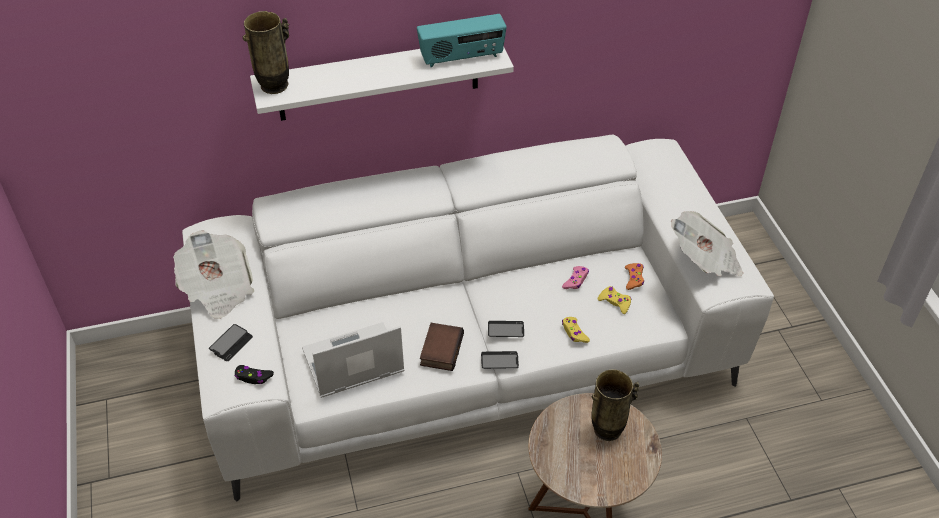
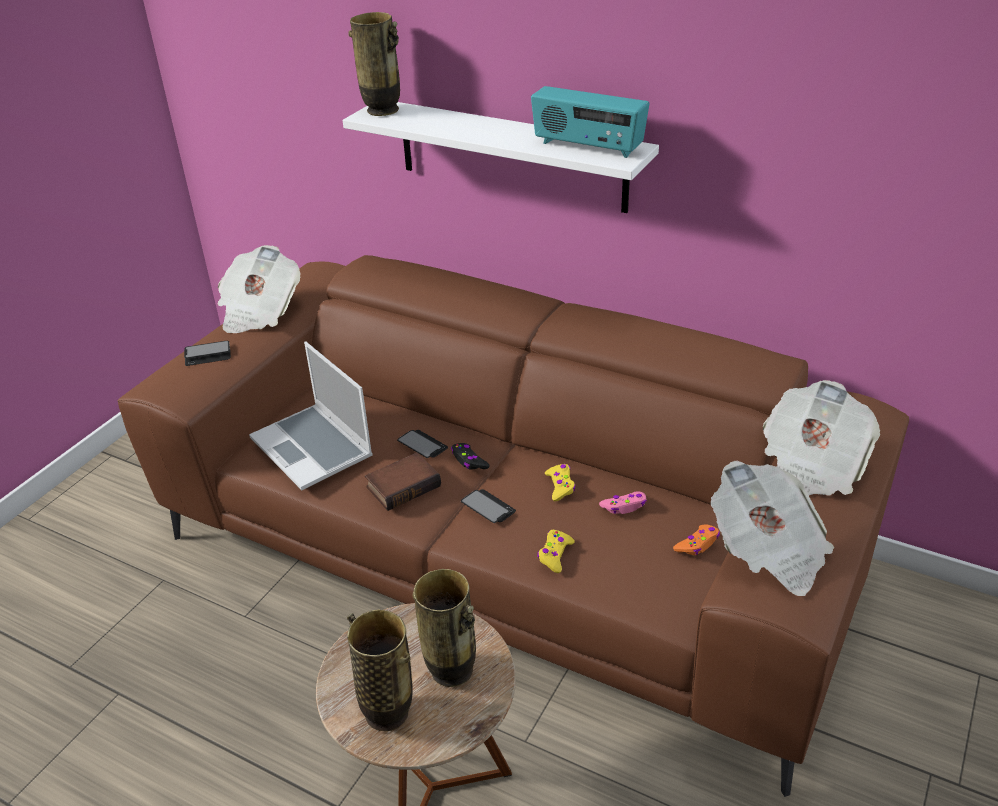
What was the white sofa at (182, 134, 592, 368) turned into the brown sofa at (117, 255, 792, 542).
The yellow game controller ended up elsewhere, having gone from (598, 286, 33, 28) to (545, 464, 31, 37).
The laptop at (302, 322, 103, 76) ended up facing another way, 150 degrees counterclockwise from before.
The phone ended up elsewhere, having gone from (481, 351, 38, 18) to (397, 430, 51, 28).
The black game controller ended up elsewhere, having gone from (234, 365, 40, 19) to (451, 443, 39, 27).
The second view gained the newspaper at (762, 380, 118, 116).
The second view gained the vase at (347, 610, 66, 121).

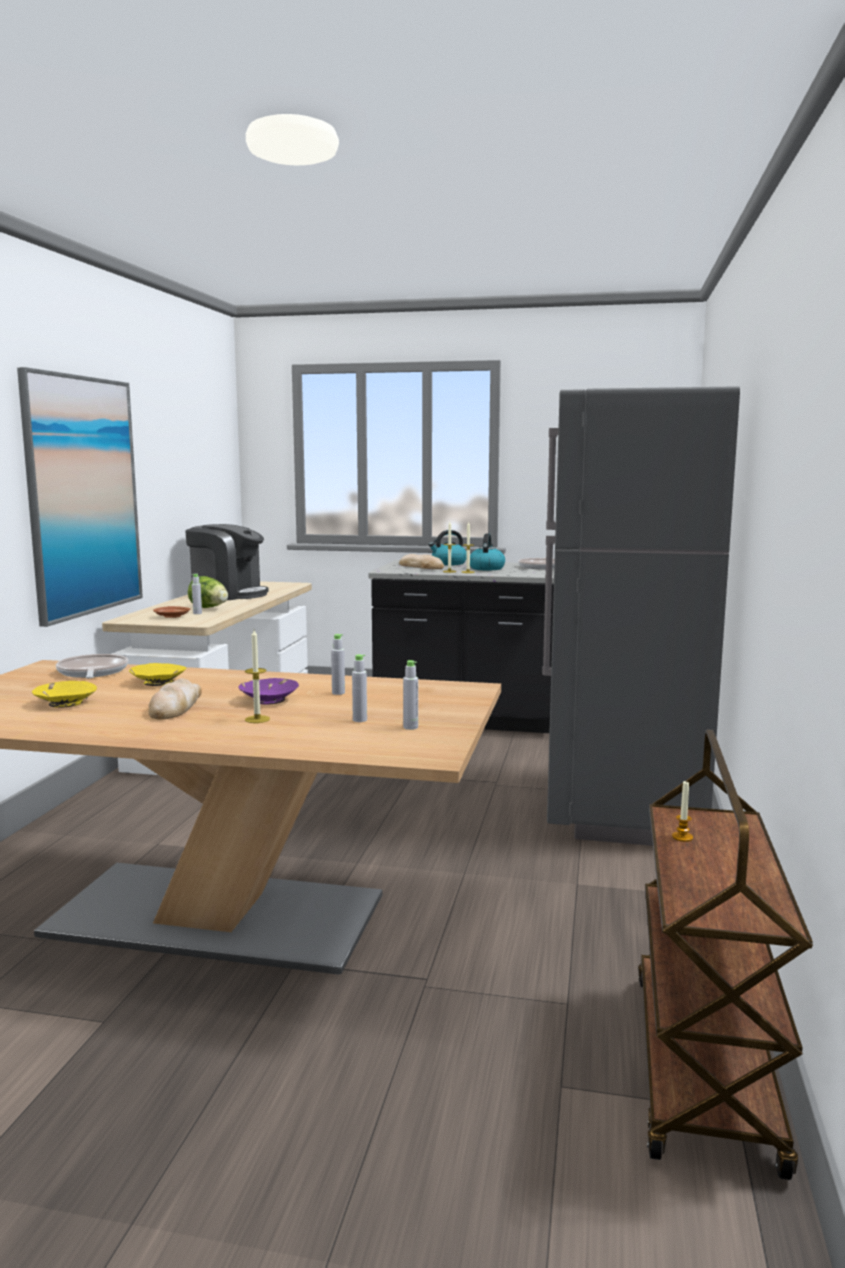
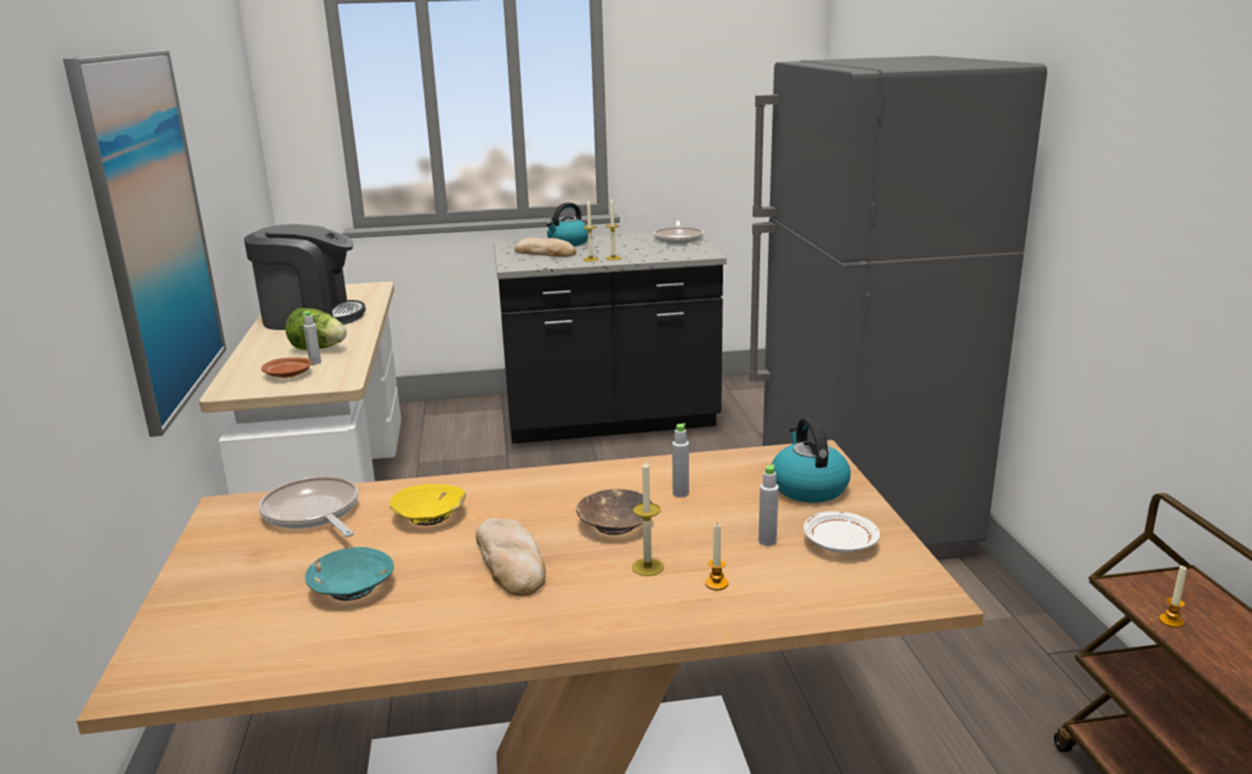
The kettle ended up elsewhere, having gone from (470, 533, 35, 37) to (772, 417, 79, 86).
Where the grey bottle stood at (403, 660, 15, 70), the white plate came to stand at (804, 511, 76, 42).
What was the purple bowl at (238, 678, 61, 26) turned into the brown bowl at (576, 489, 76, 46).
What was the yellow bowl at (32, 681, 65, 27) turned into the turquoise bowl at (305, 547, 89, 54).
The second view gained the candle at (705, 524, 23, 66).

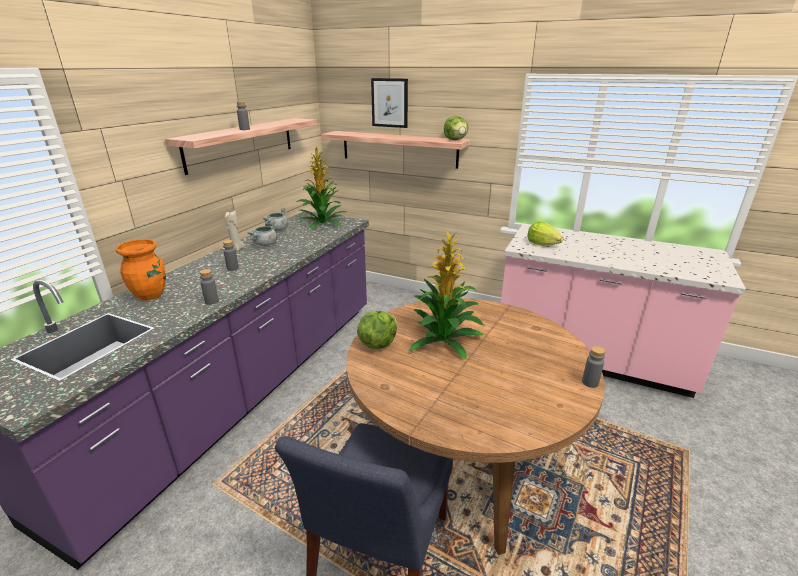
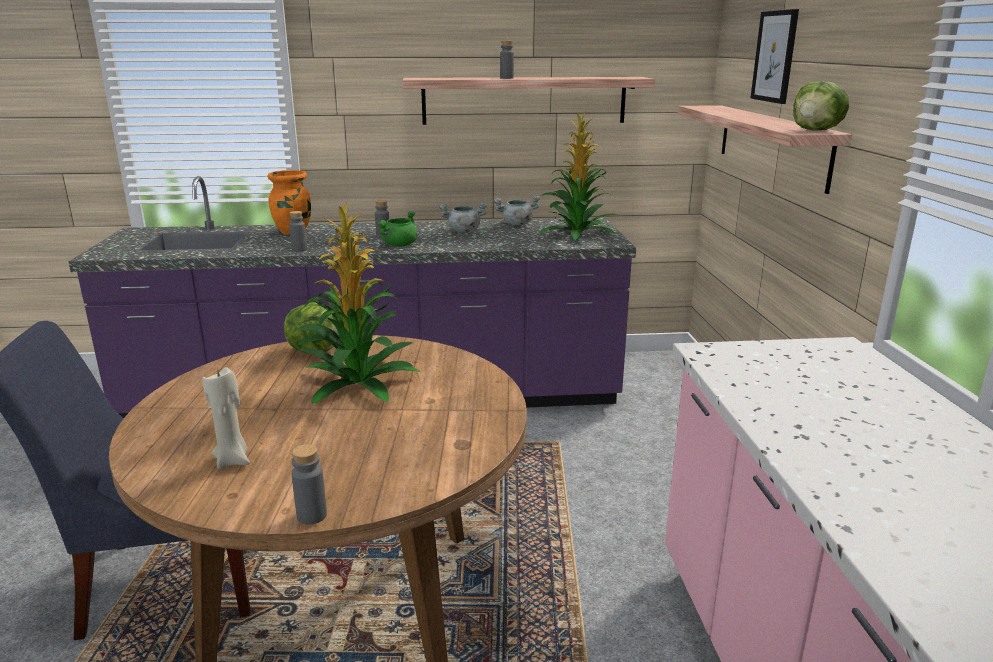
The beige candle ended up elsewhere, having gone from (225, 210, 21, 41) to (202, 367, 48, 102).
The second view lost the lettuce at (527, 221, 37, 25).
The second view gained the green cooking pot at (377, 211, 40, 36).

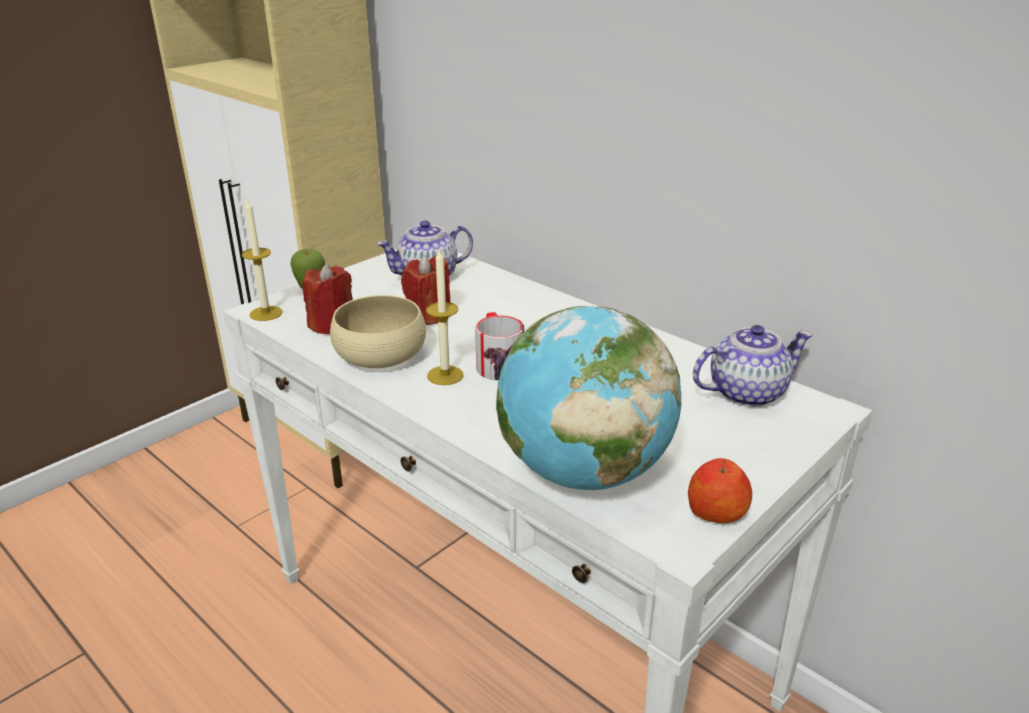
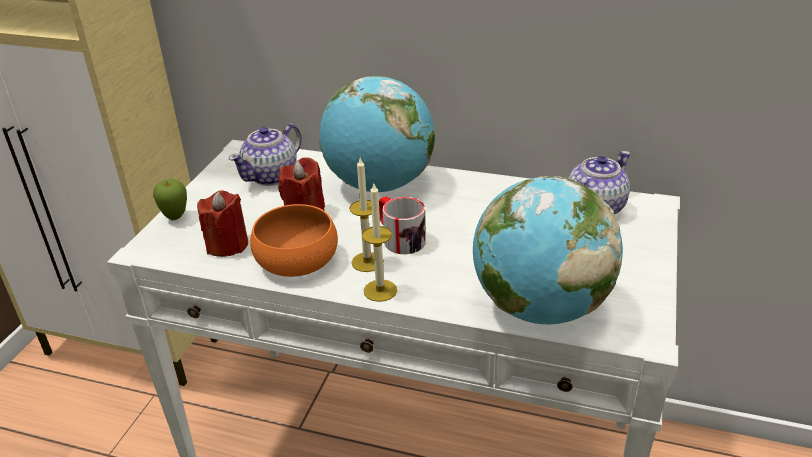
The candle ended up elsewhere, having gone from (242, 199, 41, 122) to (362, 184, 35, 118).
What was the beige bowl at (330, 295, 96, 73) turned into the orange bowl at (250, 204, 88, 73).
The second view lost the apple at (688, 458, 64, 65).
The second view gained the globe at (319, 76, 116, 116).

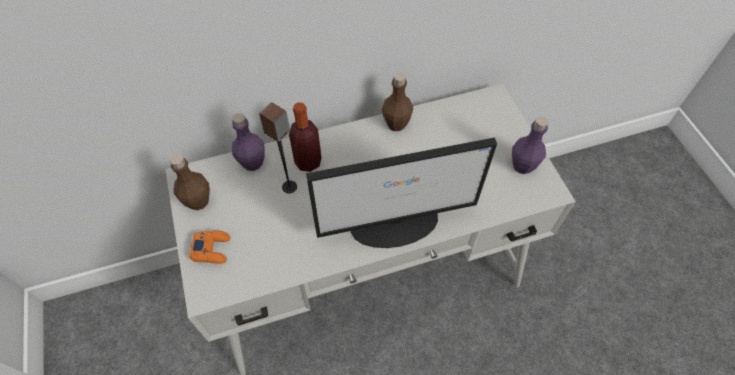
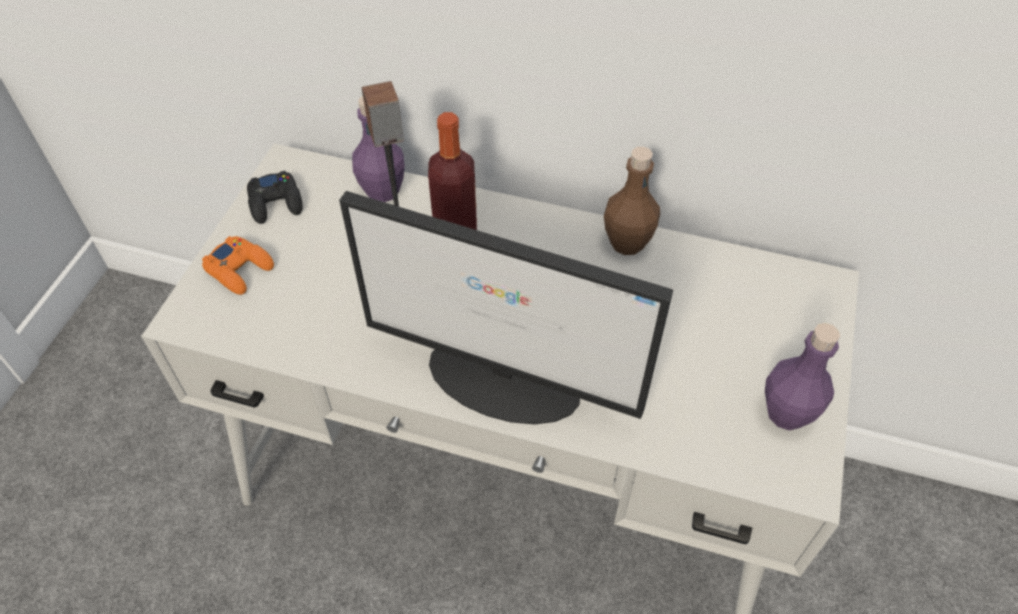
Where the brown bottle stood at (170, 154, 40, 56), the black game controller came to stand at (247, 171, 56, 53).

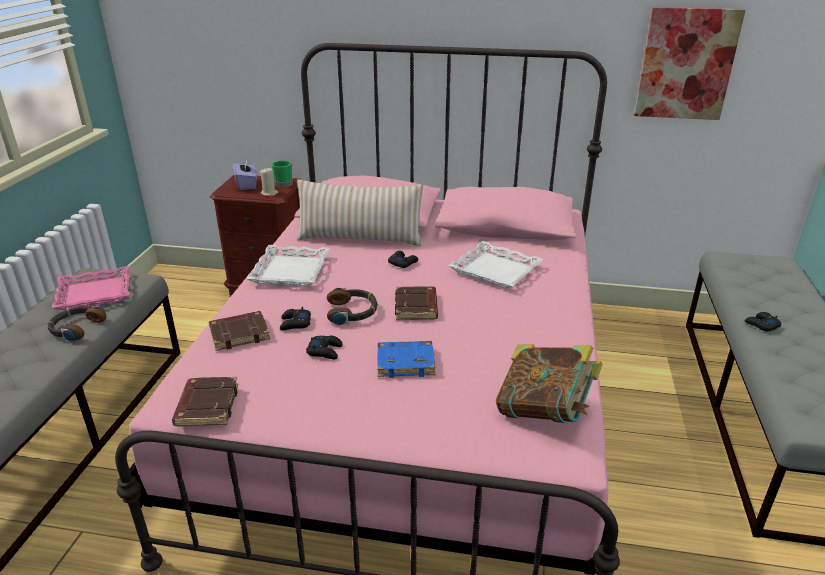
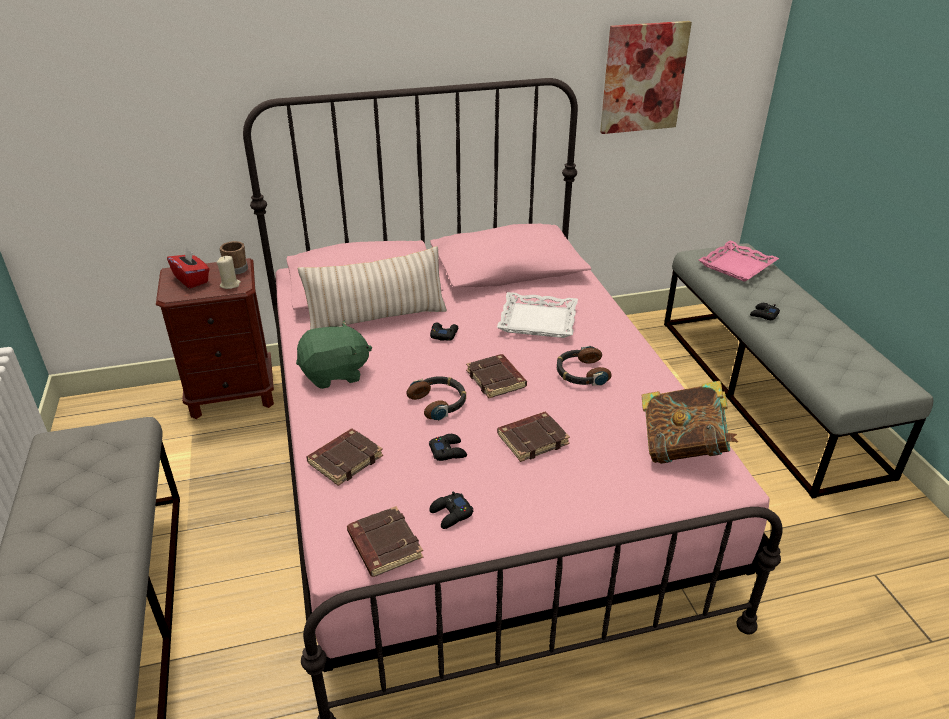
What was the purple tissue box at (233, 160, 24, 30) turned into the red tissue box at (167, 247, 42, 41).
What was the green mug at (271, 160, 22, 28) turned into the brown mug at (220, 241, 28, 34).
Where the white tray stood at (246, 245, 84, 41), the green plush toy came to stand at (296, 320, 76, 69).
The pink tray ended up elsewhere, having gone from (52, 266, 78, 45) to (699, 240, 80, 42).
The headphones ended up elsewhere, having gone from (48, 306, 59, 36) to (557, 346, 55, 40).
The black game controller ended up elsewhere, having gone from (280, 307, 31, 23) to (429, 492, 44, 37).
What was the blue book at (377, 341, 59, 37) turned into the brown book at (497, 412, 73, 50).

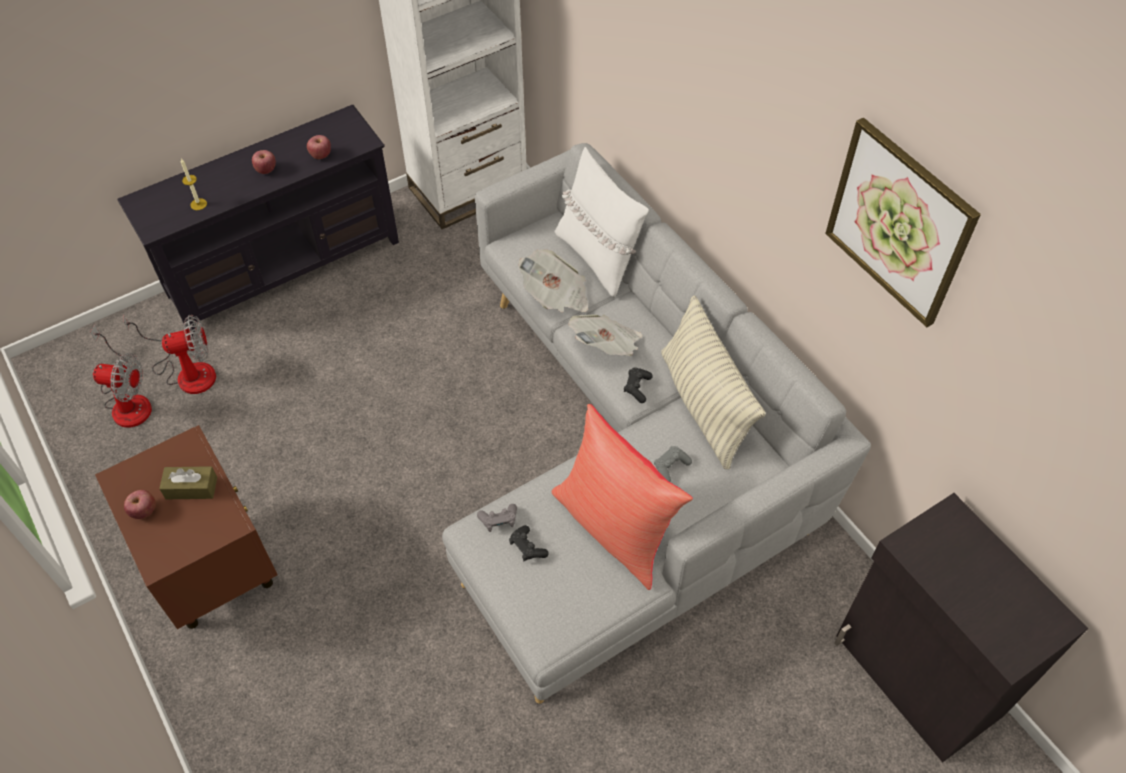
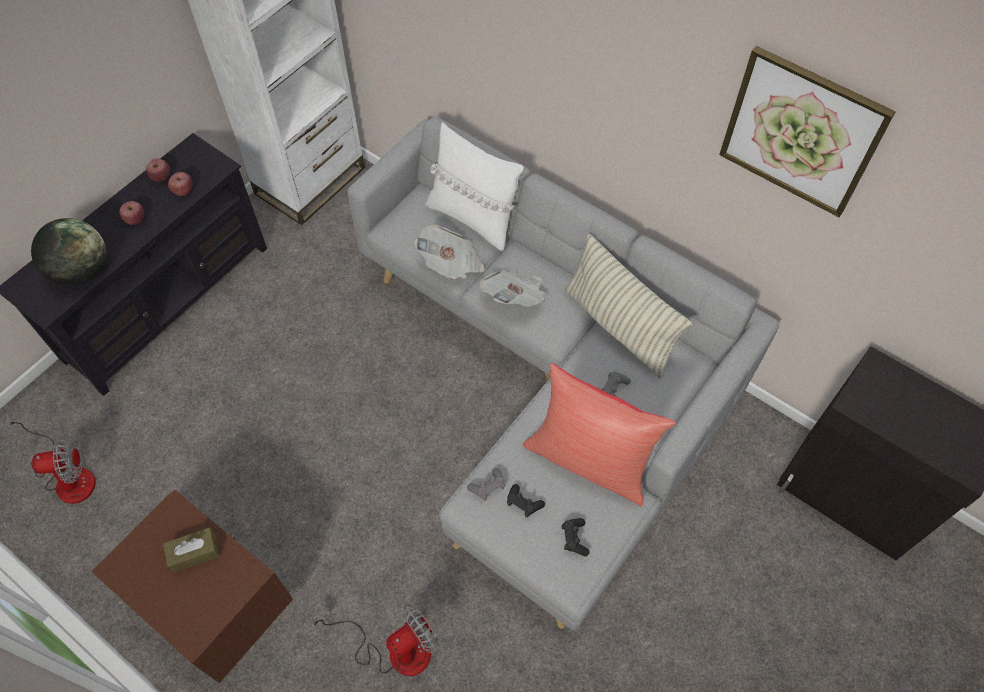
Where the candle stood at (180, 159, 27, 51), the globe came to stand at (31, 218, 75, 68).
The fan ended up elsewhere, having gone from (123, 315, 93, 79) to (309, 605, 129, 71).
The black game controller ended up elsewhere, having gone from (624, 367, 29, 36) to (562, 518, 27, 39).
The apple ended up elsewhere, having gone from (124, 490, 32, 29) to (146, 159, 24, 23).

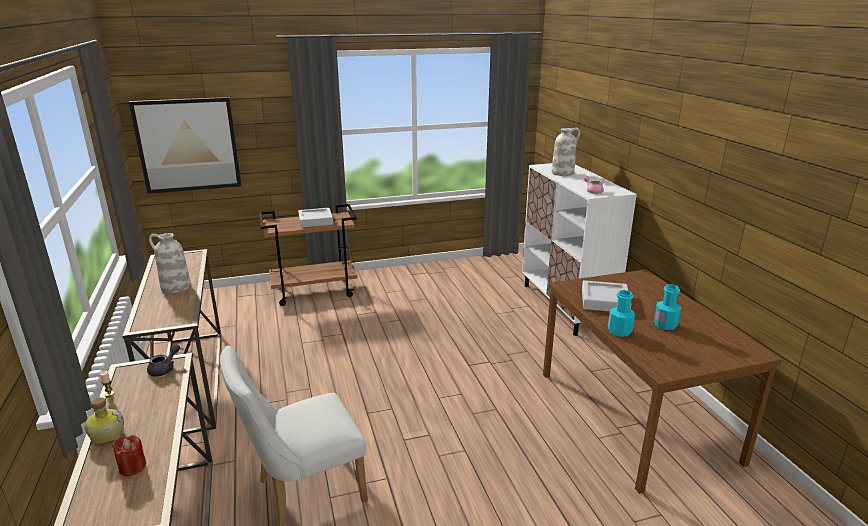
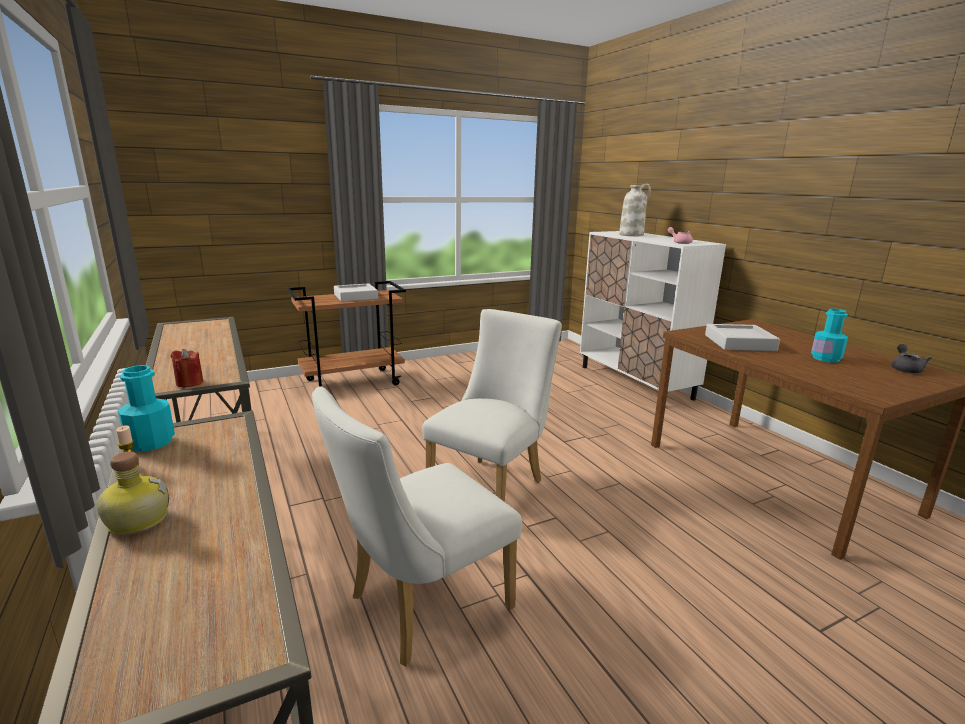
The second view lost the picture at (129, 97, 112, 97).
The second view lost the white vase at (149, 233, 42, 60).
The turquoise bottle ended up elsewhere, having gone from (608, 290, 27, 47) to (118, 365, 57, 87).
The grey teapot ended up elsewhere, having gone from (147, 344, 33, 32) to (891, 344, 41, 29).
The red candle ended up elsewhere, having gone from (112, 435, 34, 41) to (171, 349, 32, 38).
The second view gained the white chair at (422, 309, 140, 193).

